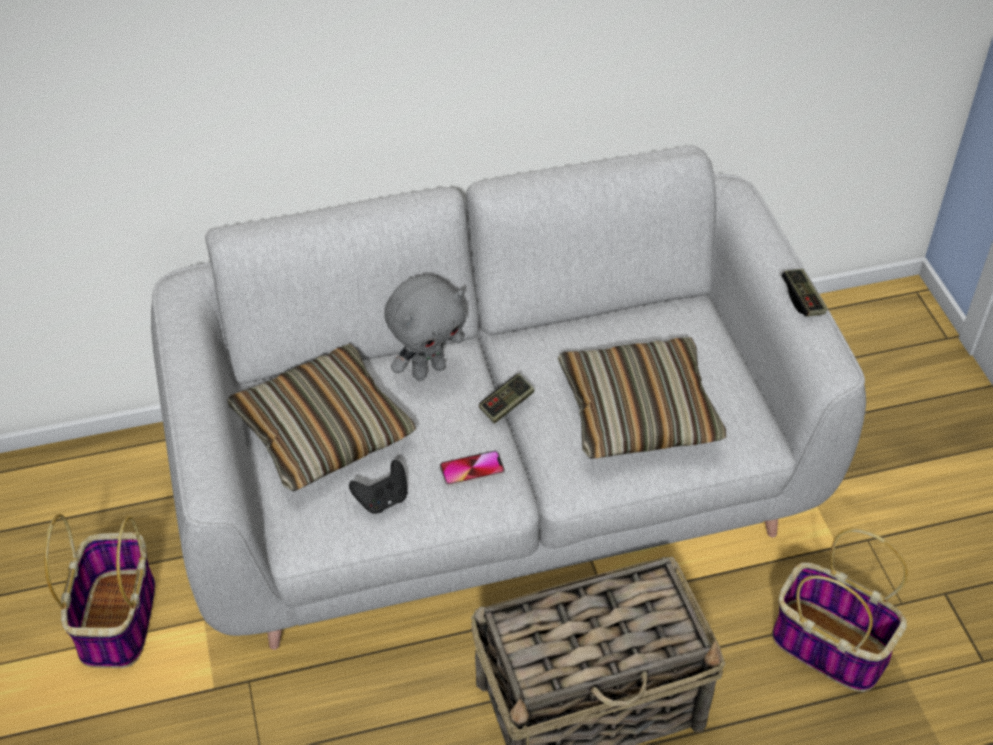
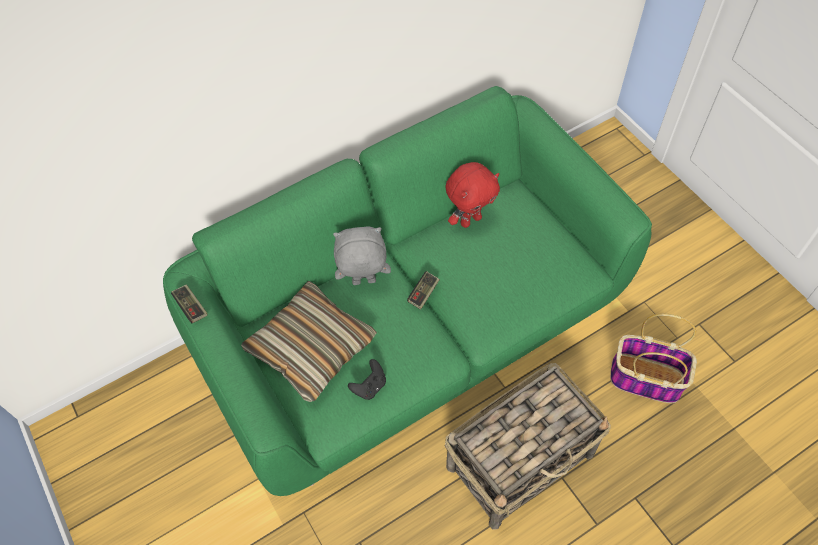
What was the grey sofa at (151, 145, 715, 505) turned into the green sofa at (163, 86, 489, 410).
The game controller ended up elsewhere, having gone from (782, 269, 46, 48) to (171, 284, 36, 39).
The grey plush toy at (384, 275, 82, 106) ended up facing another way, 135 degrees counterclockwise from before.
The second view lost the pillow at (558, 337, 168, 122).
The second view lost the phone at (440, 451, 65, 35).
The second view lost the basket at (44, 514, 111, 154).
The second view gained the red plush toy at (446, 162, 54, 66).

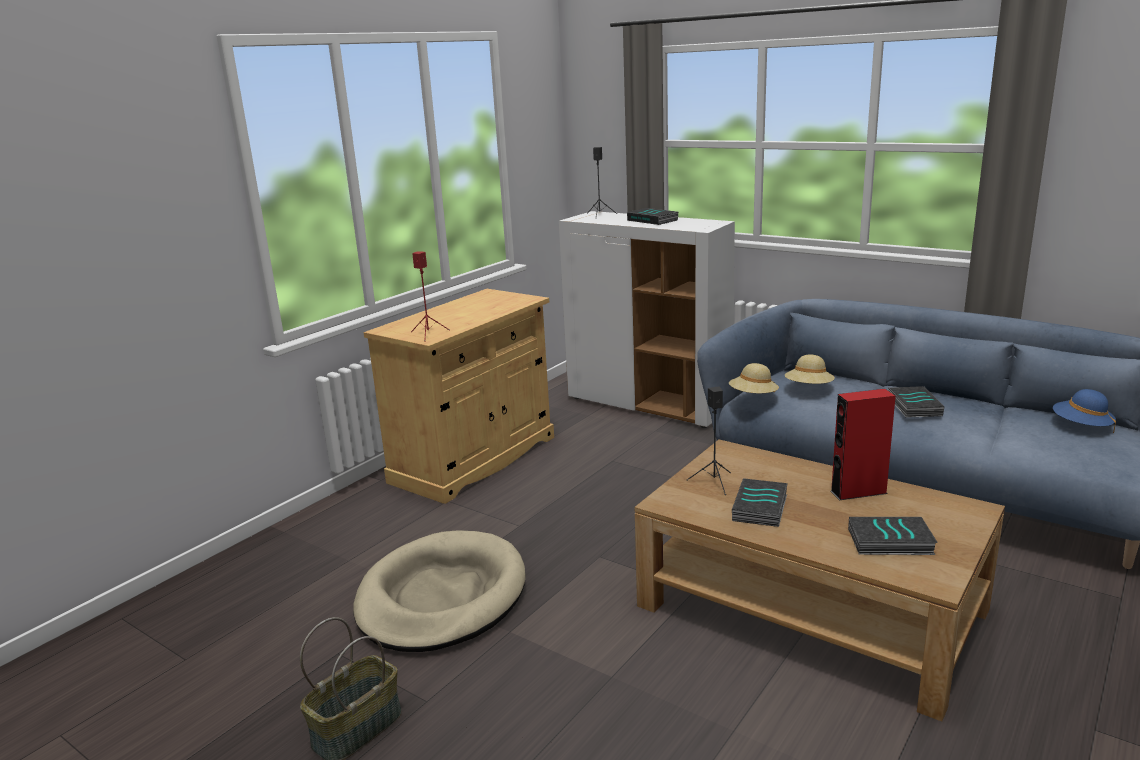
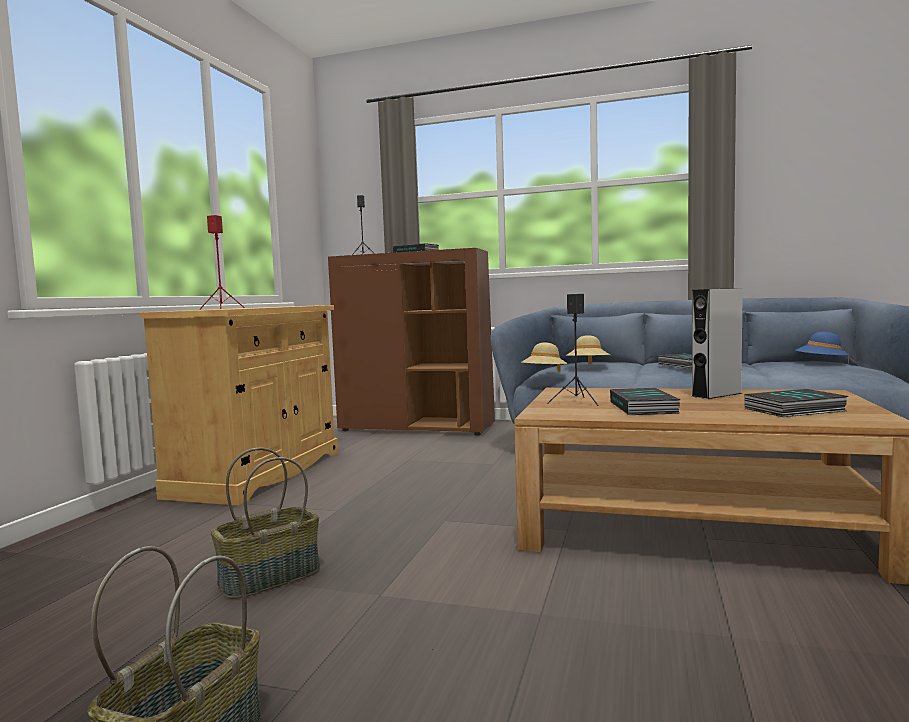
What was the white cabinet at (559, 211, 176, 217) turned into the brown cabinet at (328, 248, 167, 187).
What was the red speaker at (831, 389, 65, 111) turned into the grey speaker at (691, 288, 52, 111).
Where the beige dog bed stood at (353, 530, 173, 122), the basket came to stand at (211, 447, 109, 152).

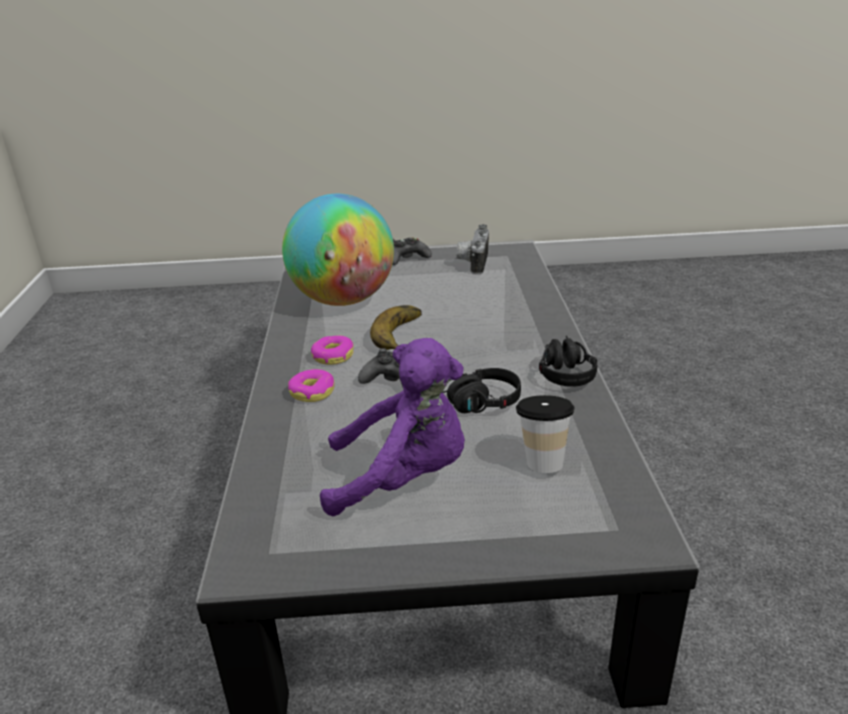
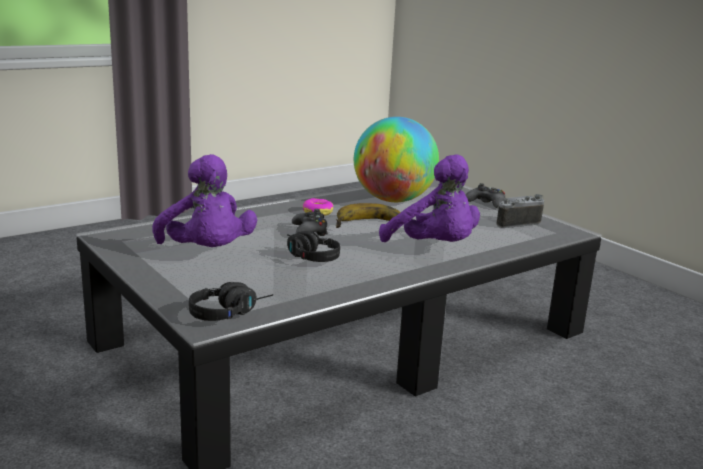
The black headphones ended up elsewhere, having gone from (539, 336, 58, 51) to (189, 282, 84, 39).
The second view lost the donut at (288, 369, 47, 33).
The second view lost the cup at (516, 395, 59, 78).
The second view gained the purple plush toy at (379, 154, 101, 88).

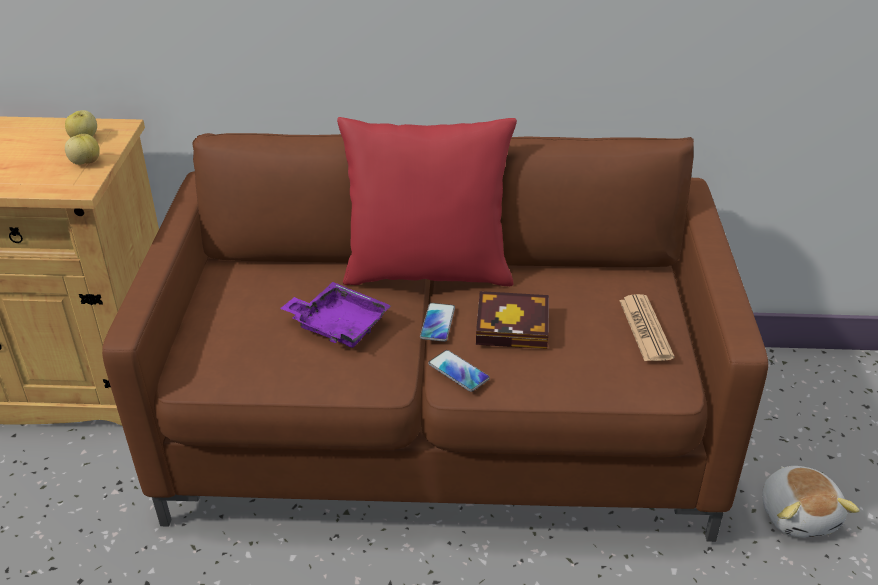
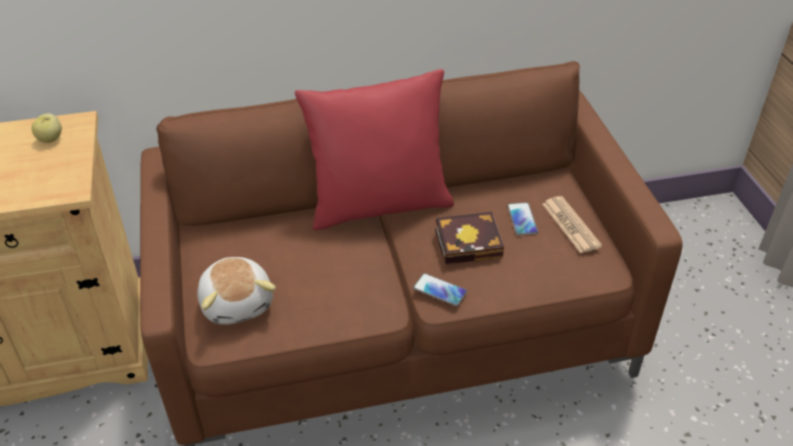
The second view lost the apple at (65, 134, 35, 31).
The second view lost the purple tray at (280, 282, 111, 66).
The phone ended up elsewhere, having gone from (420, 303, 35, 39) to (507, 202, 31, 33).
The plush toy ended up elsewhere, having gone from (763, 466, 97, 71) to (197, 257, 79, 68).

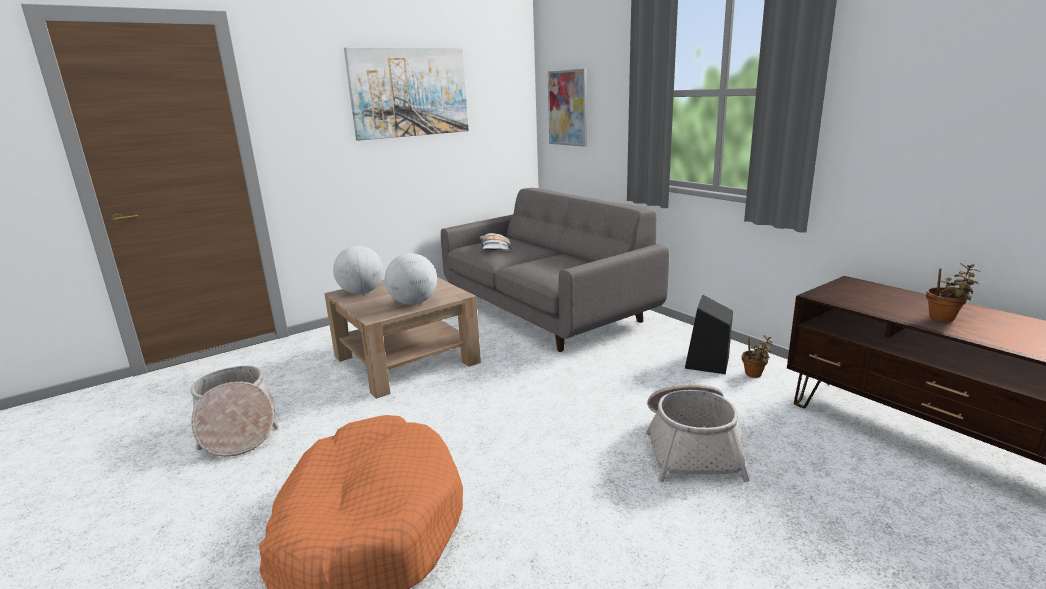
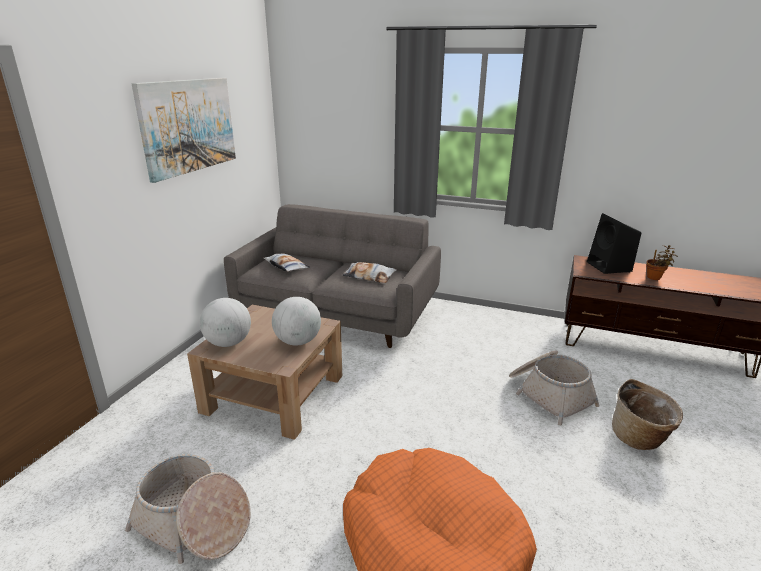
The second view lost the picture at (548, 69, 39, 78).
The black speaker ended up elsewhere, having gone from (685, 294, 48, 80) to (587, 213, 54, 61).
The second view lost the potted plant at (742, 335, 31, 43).
The second view gained the pillow at (342, 262, 55, 21).
The second view gained the basket at (612, 379, 71, 71).

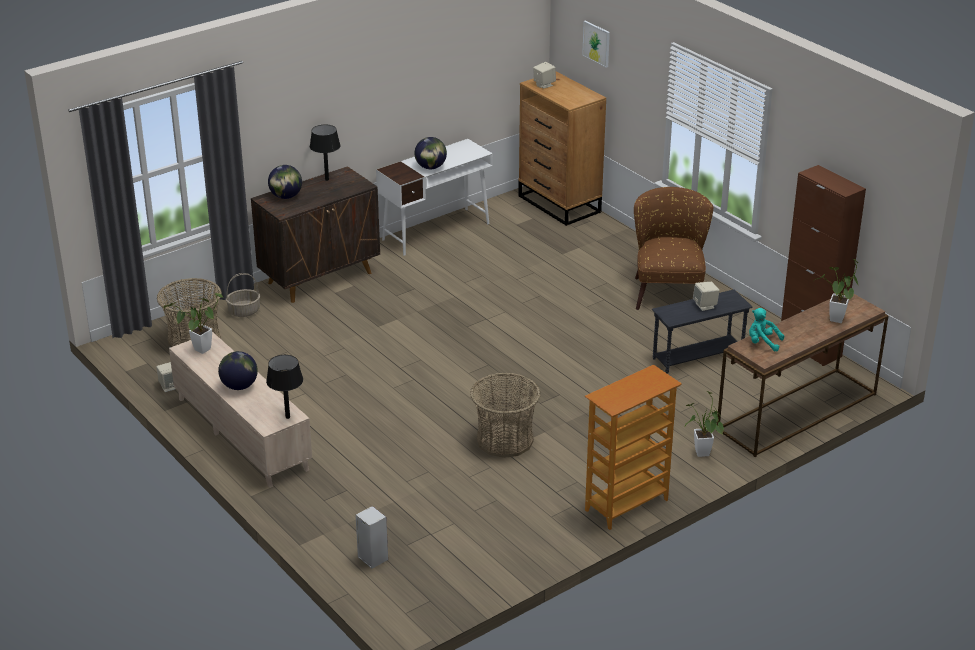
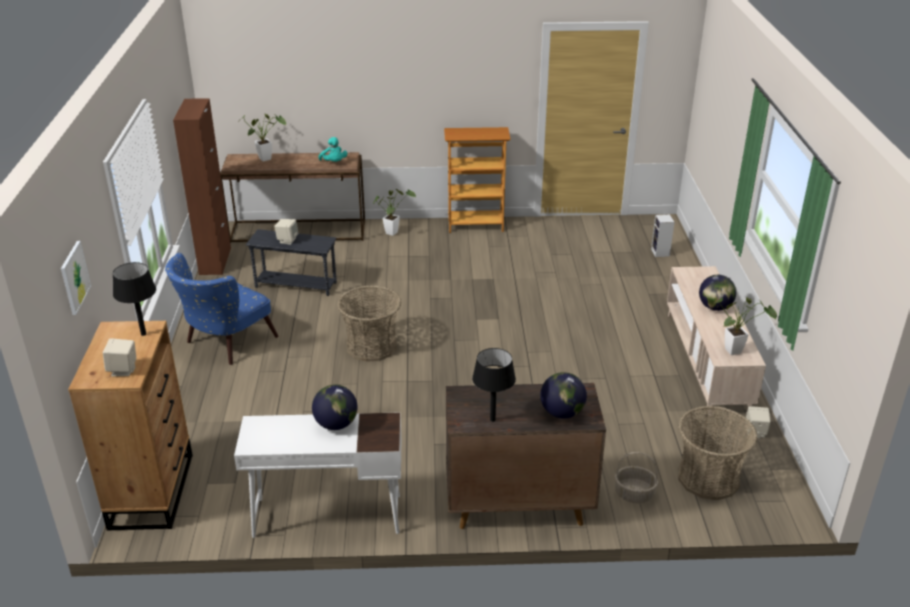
What was the brown armchair at (634, 187, 79, 123) turned into the blue armchair at (165, 253, 113, 112).
The black table lamp ended up elsewhere, having gone from (266, 355, 37, 64) to (113, 262, 43, 74).
The basket ended up elsewhere, having gone from (470, 373, 71, 85) to (337, 286, 64, 76).

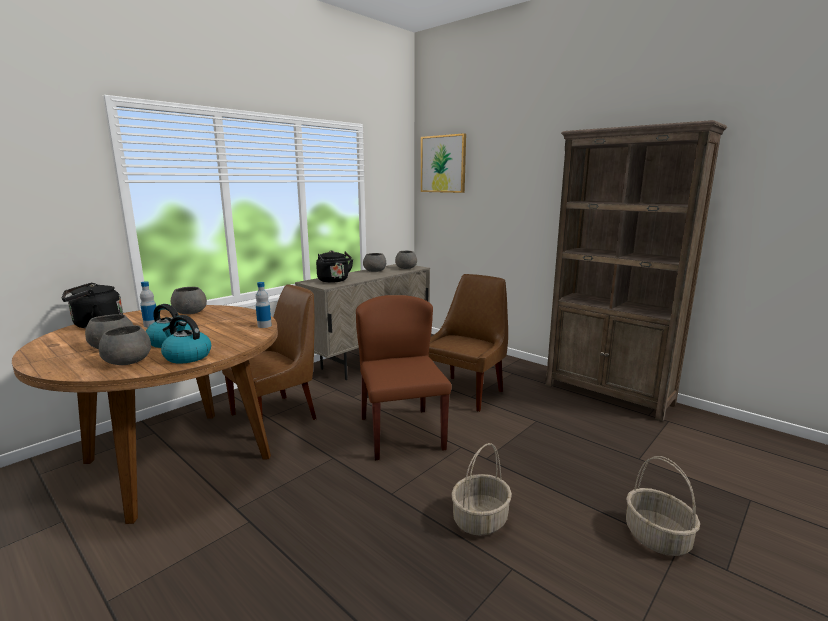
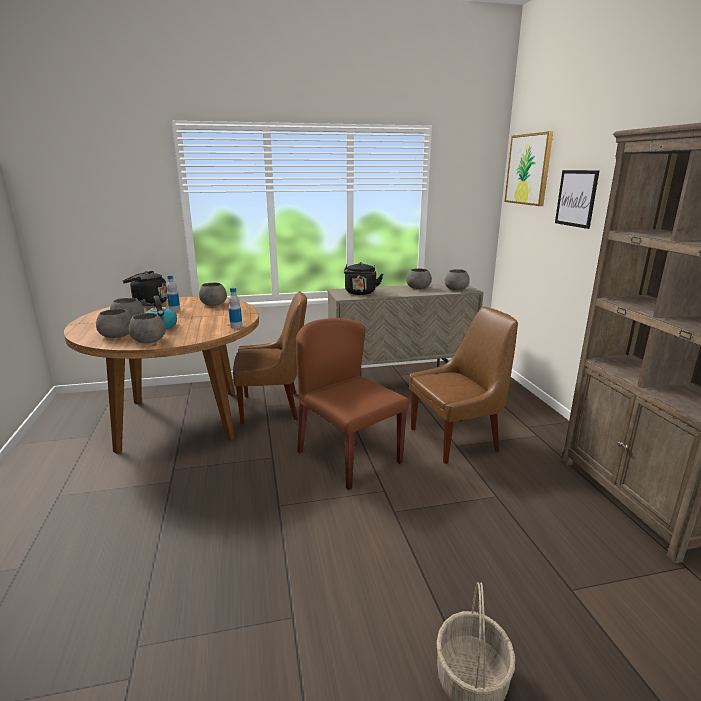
The brown chair at (356, 295, 95, 166) ended up facing another way, 60 degrees counterclockwise from before.
Where the kettle stood at (161, 315, 50, 49), the grey bowl came to stand at (129, 313, 37, 30).
The second view lost the basket at (451, 443, 61, 93).
The second view gained the picture at (555, 170, 45, 59).

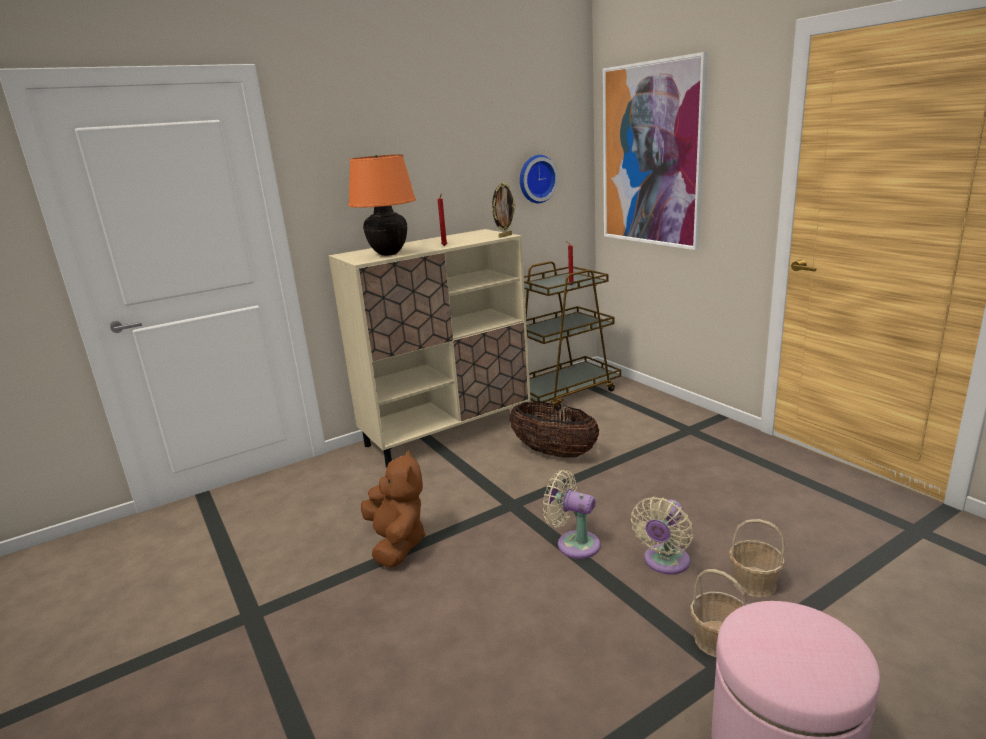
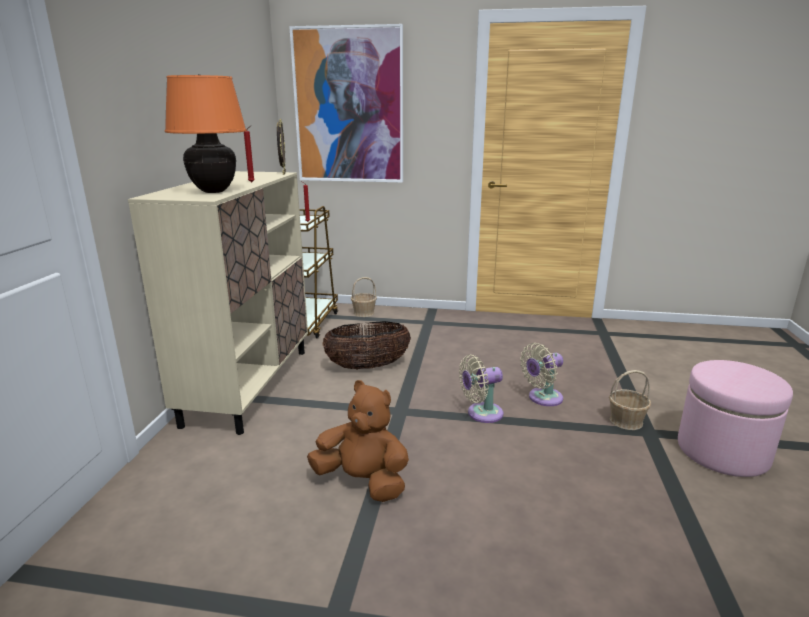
The second view lost the wall clock at (520, 155, 39, 48).
The beige fan at (631, 497, 62, 78) ended up facing another way, 75 degrees clockwise from before.
The basket ended up elsewhere, having gone from (729, 519, 56, 79) to (351, 277, 26, 40).

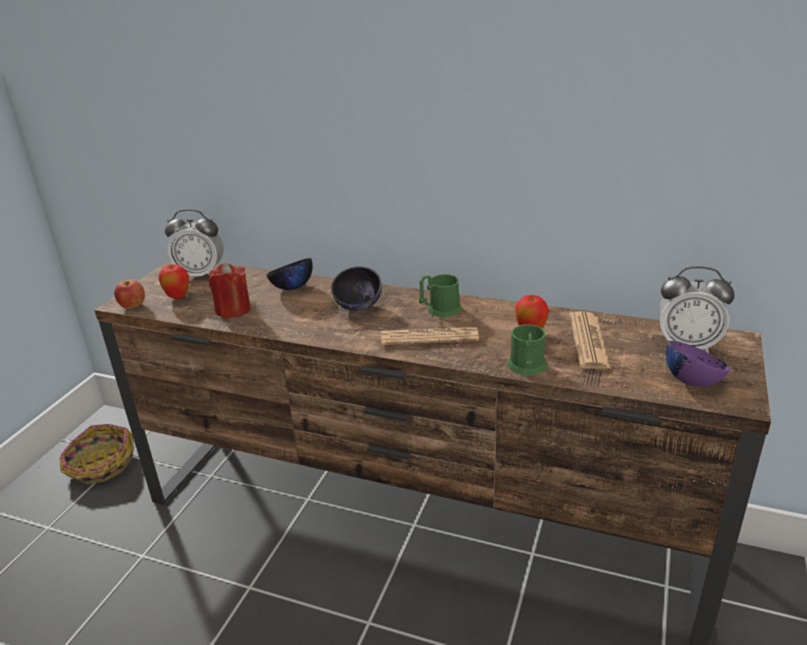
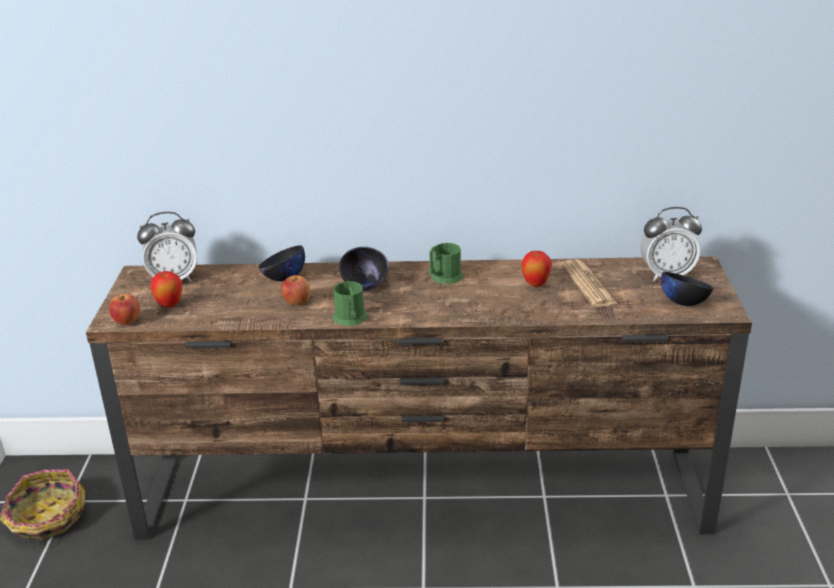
The second view lost the red candle at (208, 263, 43, 55).
The green mug ended up elsewhere, having gone from (507, 324, 40, 51) to (332, 281, 36, 45).
The second view lost the newspaper at (381, 327, 98, 18).
What was the purple bowl at (666, 341, 64, 46) turned into the black bowl at (661, 272, 53, 34).
The second view gained the apple at (281, 275, 29, 30).

